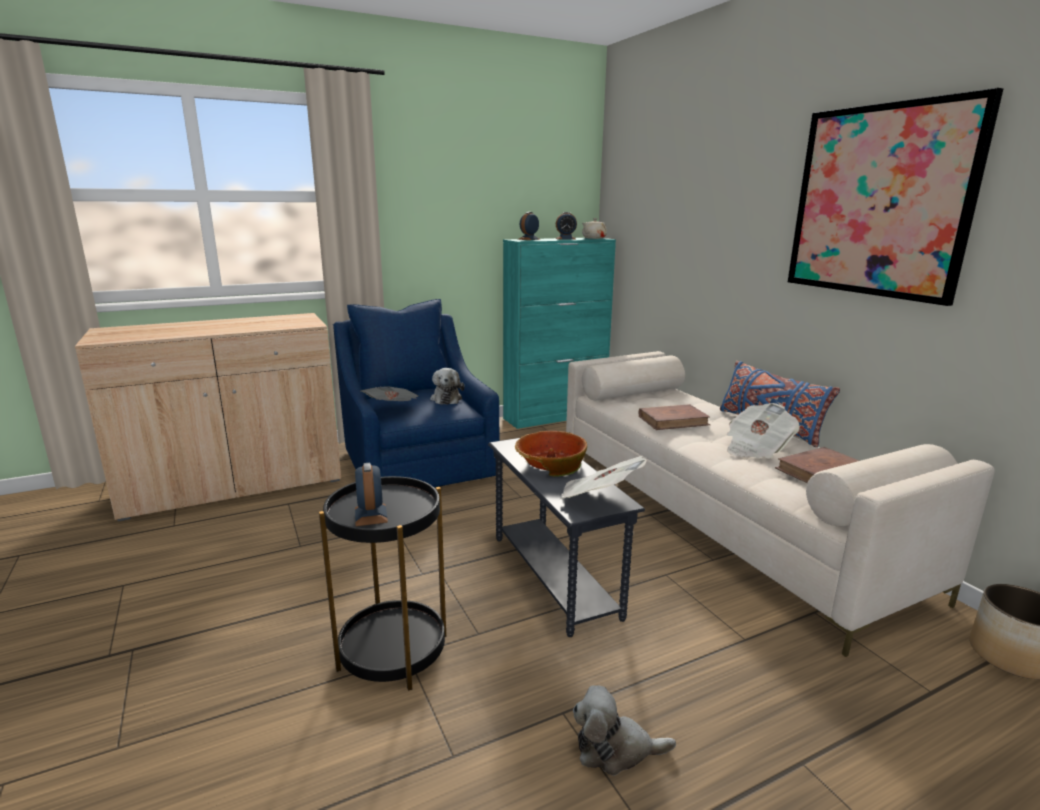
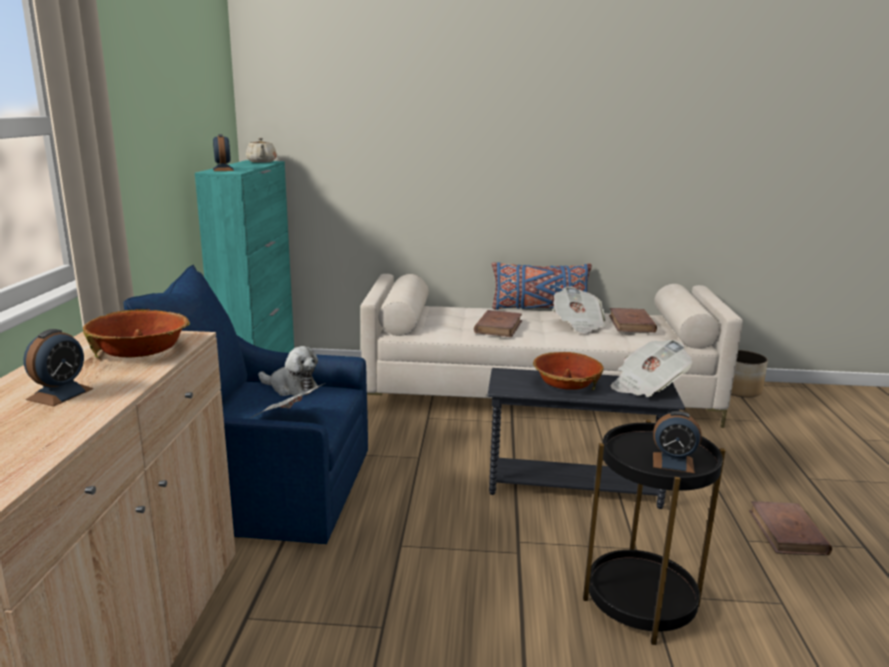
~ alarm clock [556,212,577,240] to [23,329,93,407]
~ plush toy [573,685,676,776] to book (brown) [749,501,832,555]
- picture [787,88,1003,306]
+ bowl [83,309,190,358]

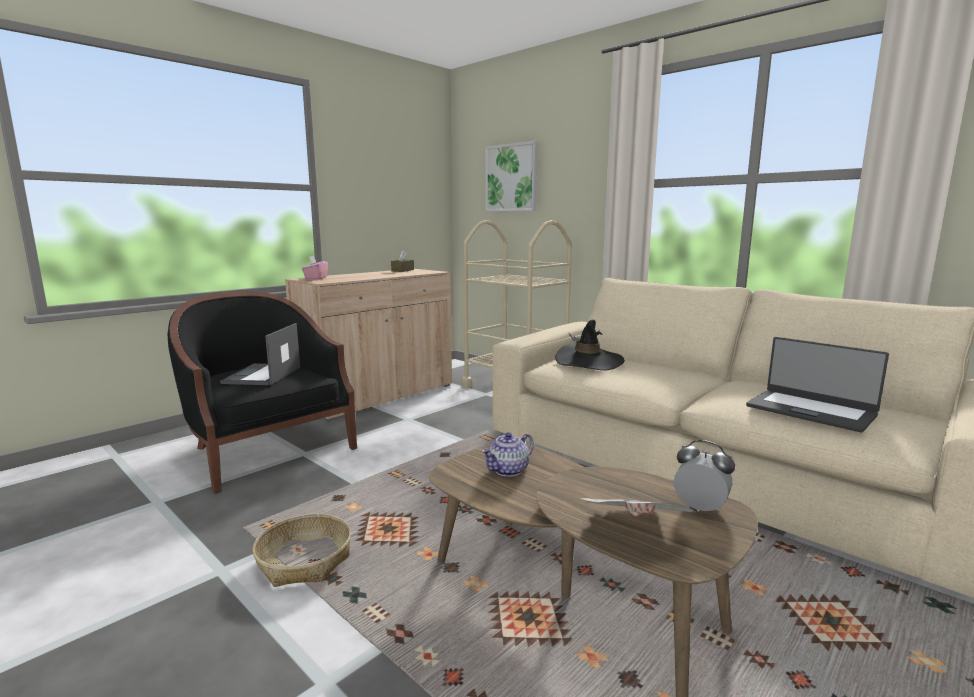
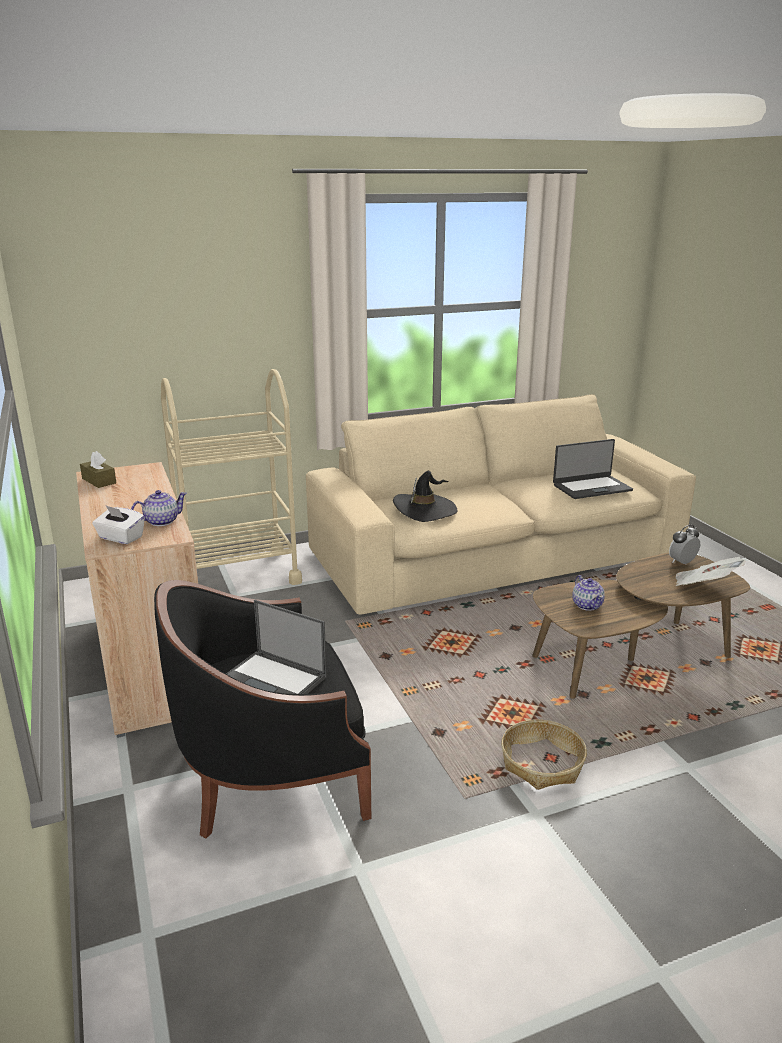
~ tissue box (pink) [302,256,328,280] to tissue box (white) [92,506,145,544]
- picture [485,141,538,211]
+ teapot [131,490,187,526]

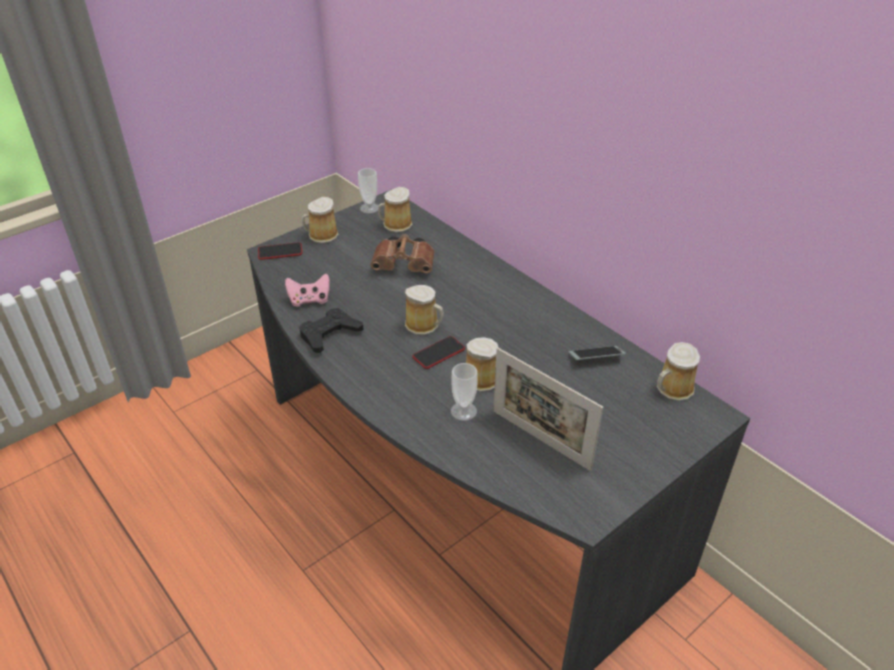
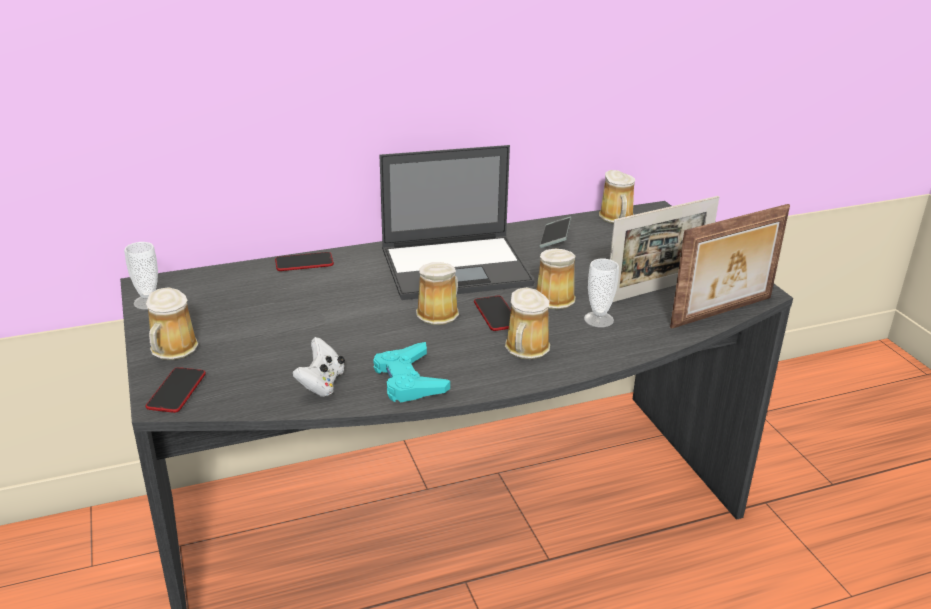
~ game controller (pink) [285,274,330,307] to game controller (white) [292,337,345,397]
~ game controller (black) [299,308,364,353] to game controller (turquoise) [373,342,450,402]
- binoculars (brown) [370,234,435,273]
~ mug [378,187,412,232] to [505,287,550,359]
+ phone [275,252,334,271]
+ laptop [379,145,535,300]
+ picture frame [670,204,790,329]

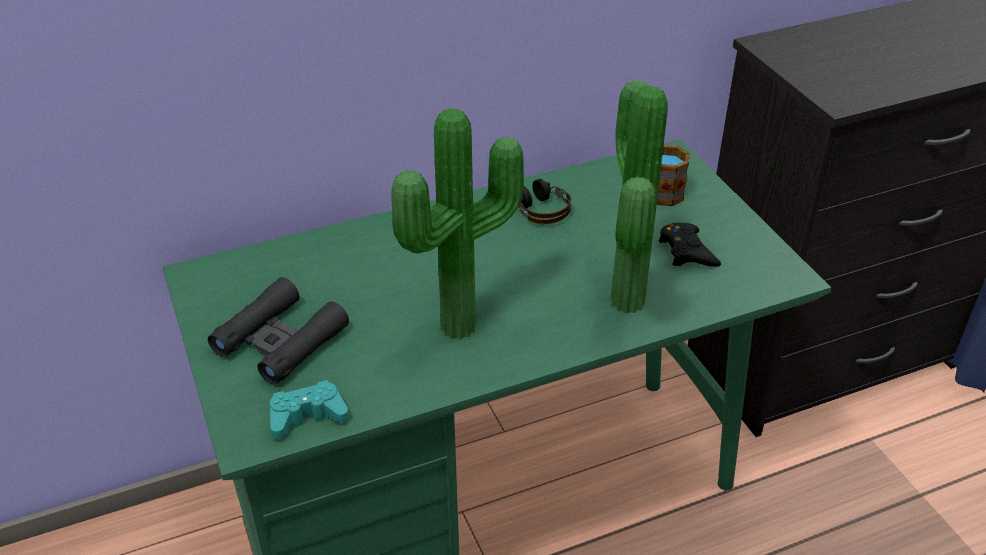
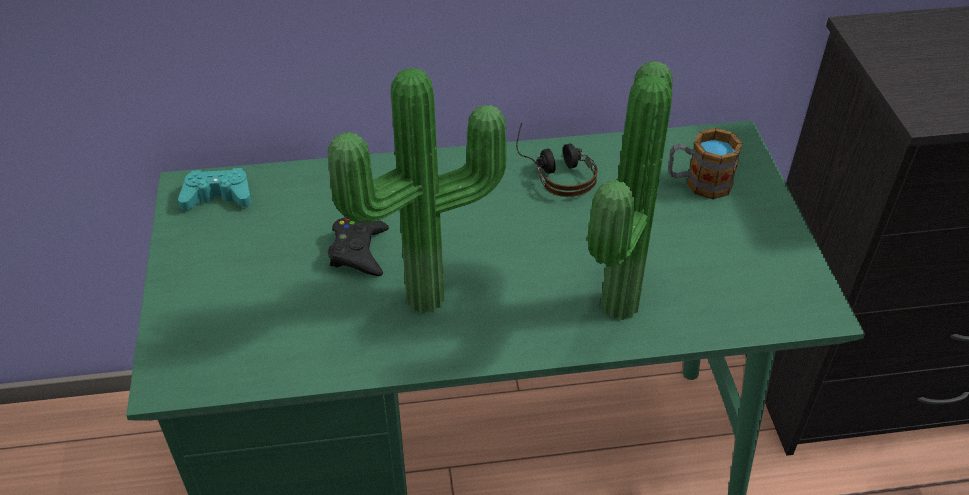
- binoculars (black) [208,277,349,385]
~ game controller (turquoise) [270,380,349,439] to [178,168,251,210]
~ game controller (black) [659,223,721,266] to [328,217,389,276]

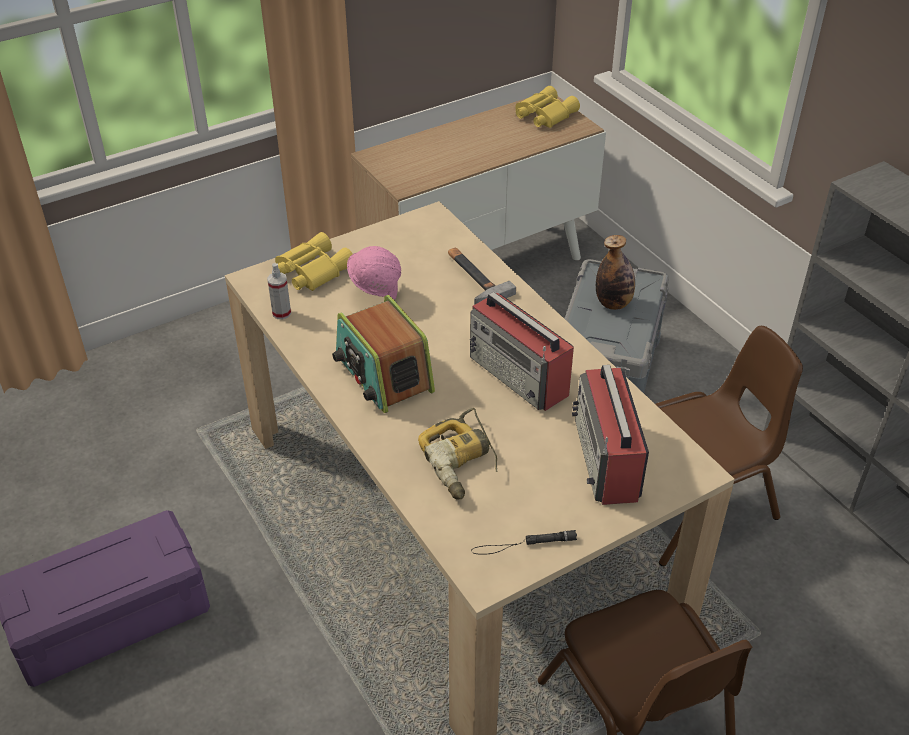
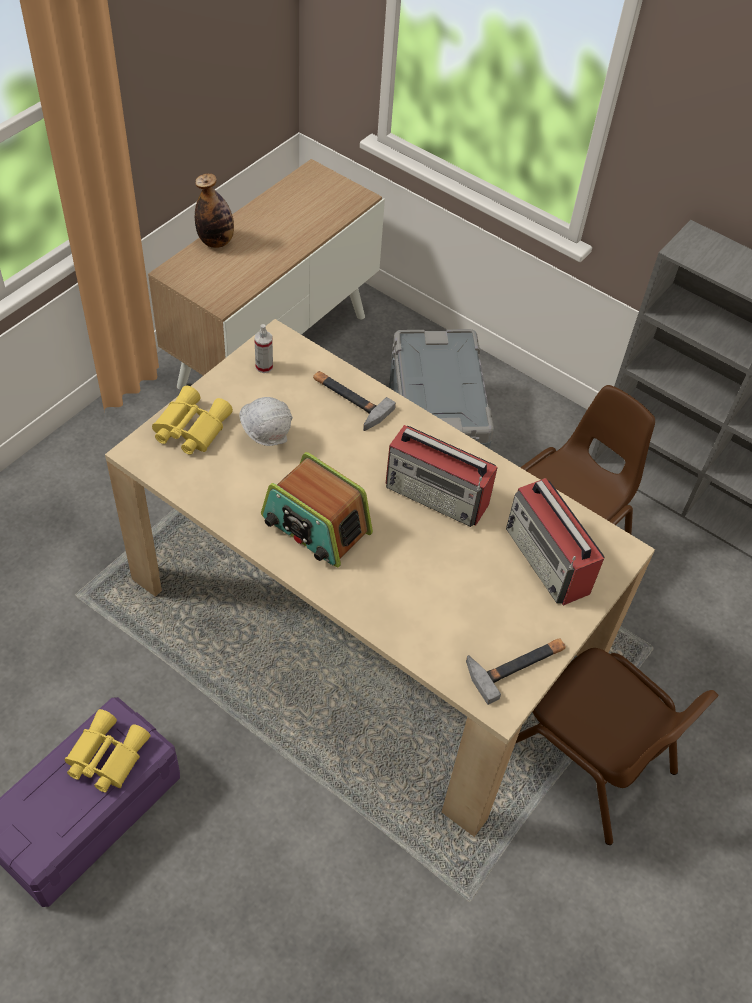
~ spray bottle [267,263,291,319] to [254,324,273,373]
~ hard hat (pink) [347,246,401,300] to hard hat (white) [239,397,293,446]
- power drill [418,408,498,499]
~ flashlight (black) [471,530,577,555] to hammer [466,638,566,705]
~ binoculars (yellow) [515,86,580,128] to [64,709,150,792]
~ bottle [596,235,635,310] to [195,173,234,248]

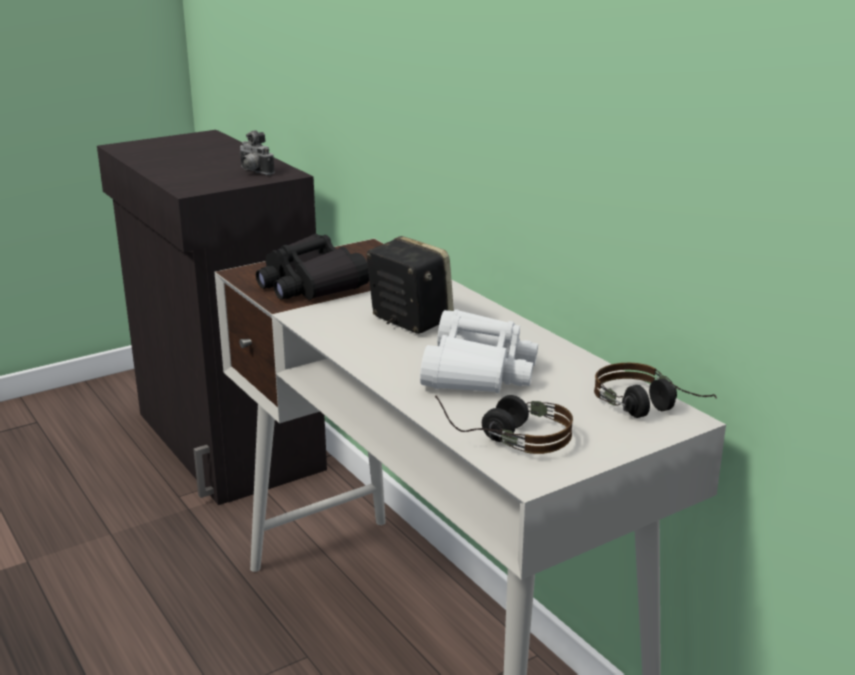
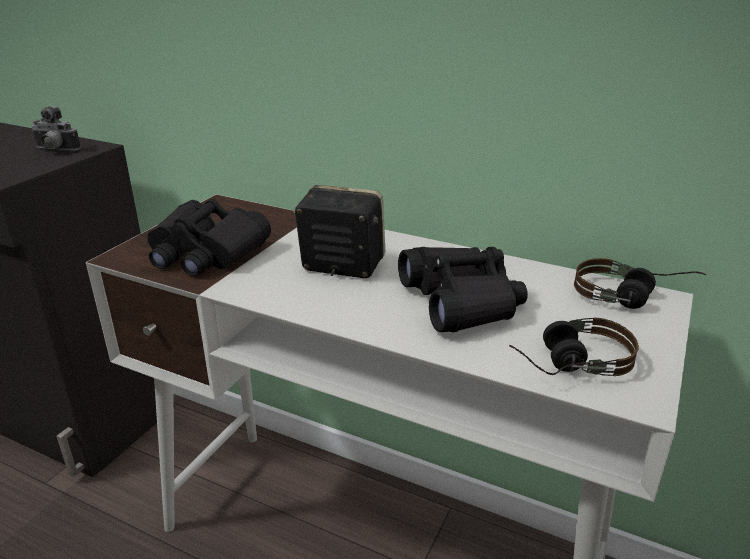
~ binoculars (white) [420,309,538,393] to binoculars (black) [398,247,528,332]

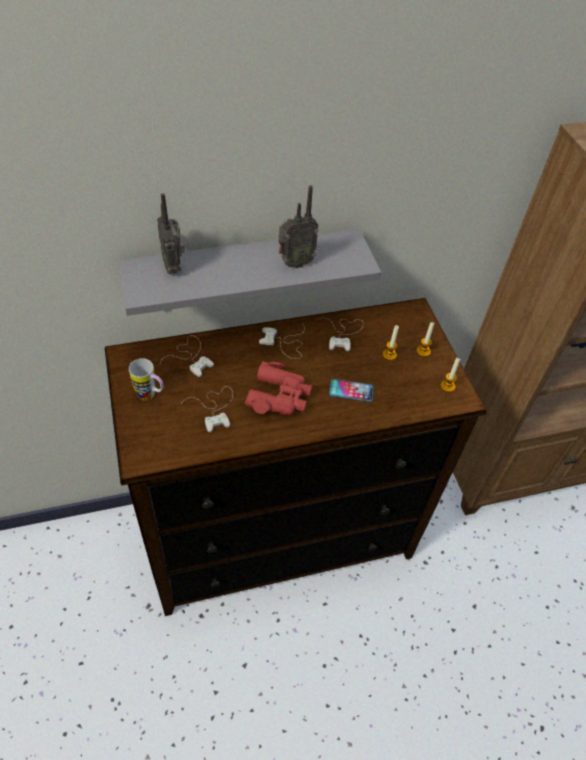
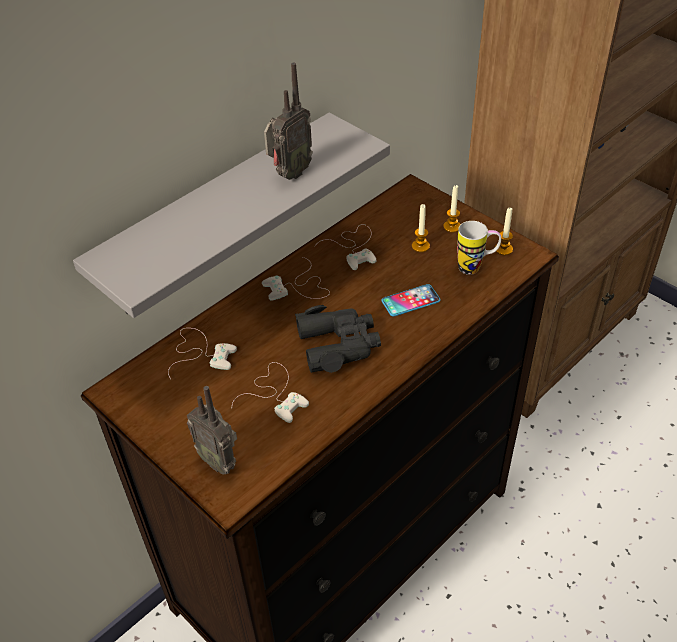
~ mug [129,358,163,401] to [457,221,501,275]
~ radio [157,193,185,274] to [187,386,237,474]
~ binoculars (red) [245,361,312,415] to binoculars (black) [295,305,381,373]

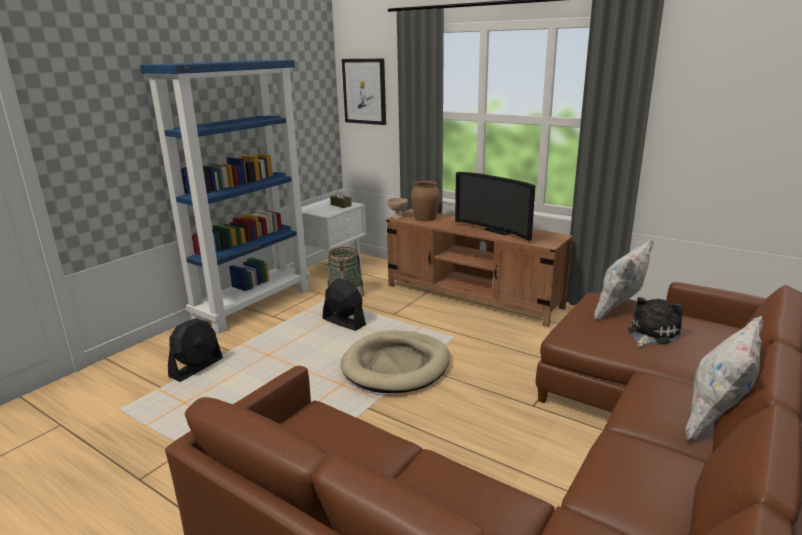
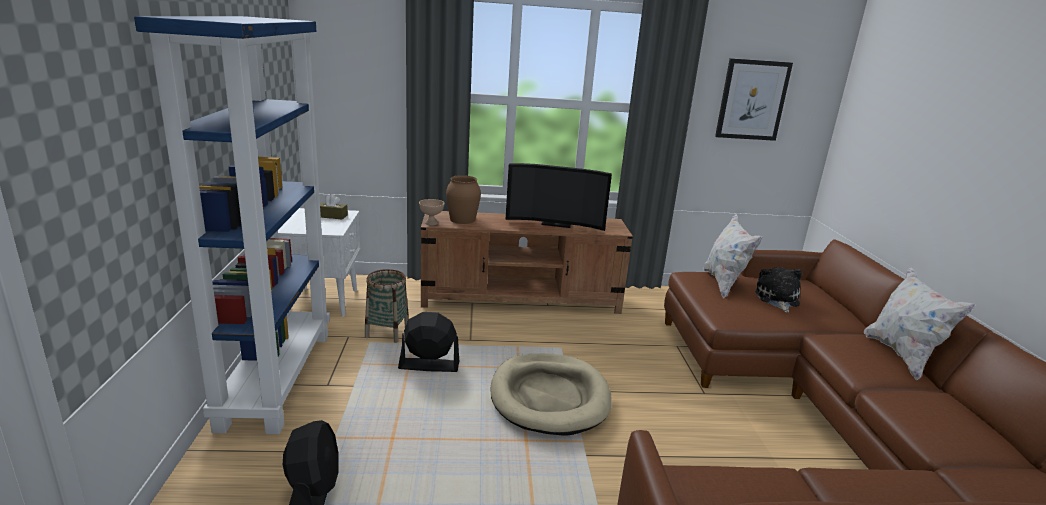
~ picture [342,58,386,125] to [715,58,793,141]

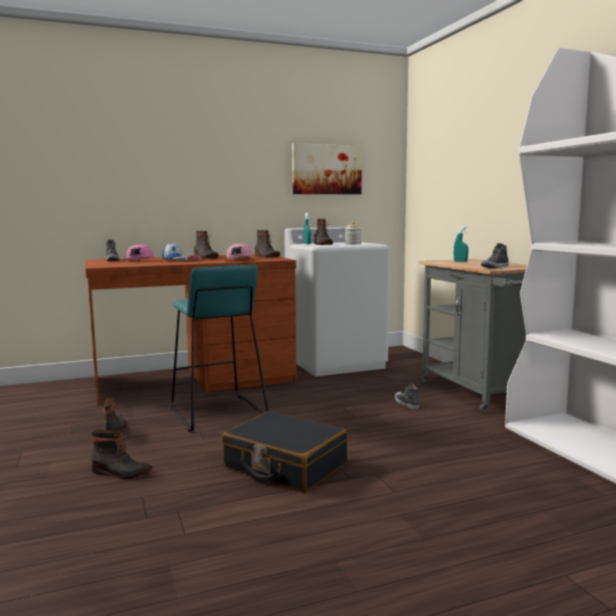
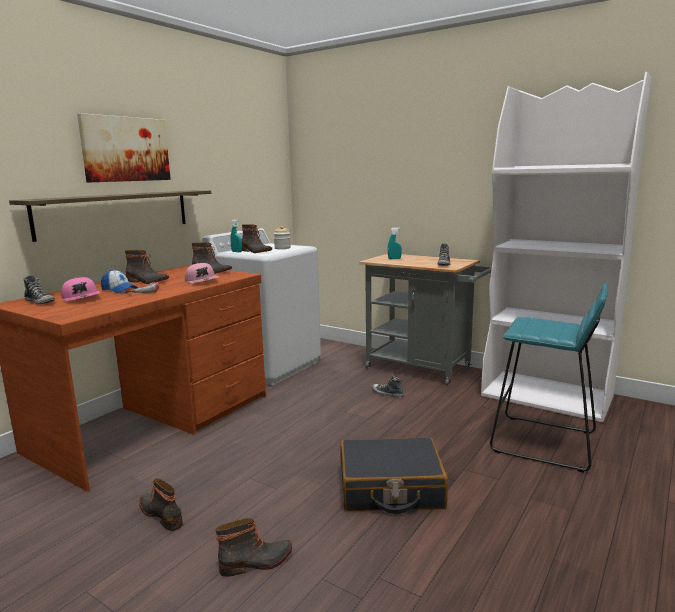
~ stool (turquoise) [171,265,269,432] to [490,284,608,473]
~ picture [292,143,362,194] to [77,113,171,182]
+ shelf [9,190,211,242]

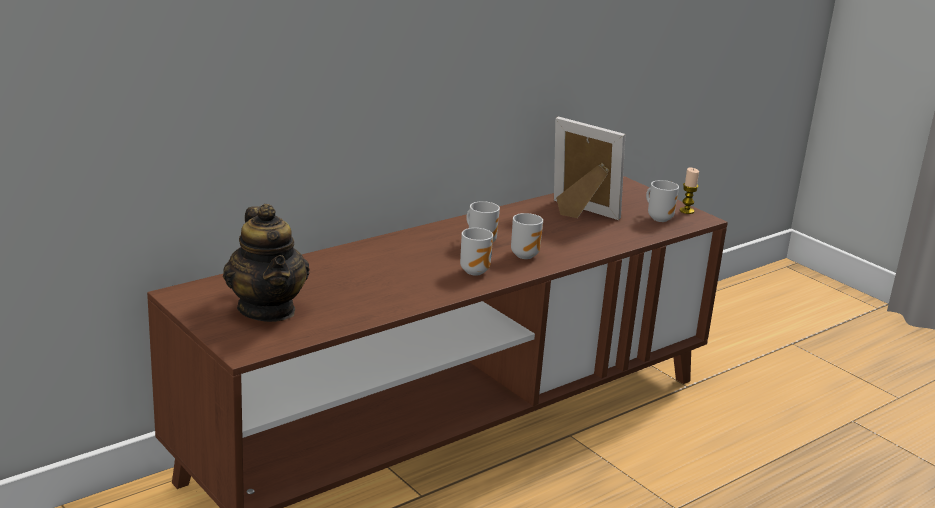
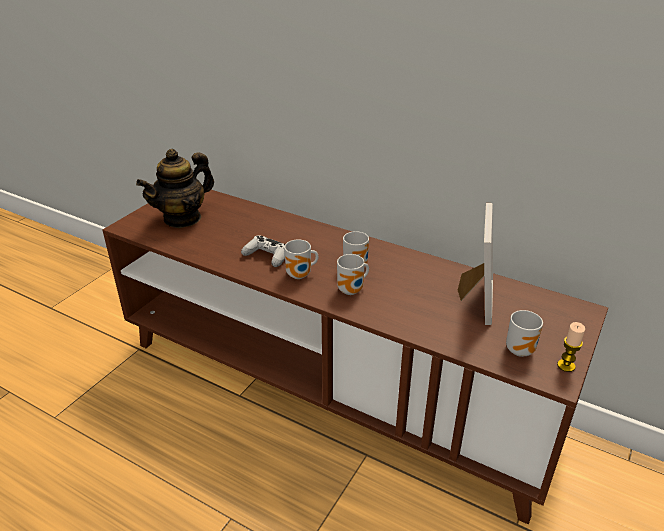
+ game controller (white) [241,236,285,267]

